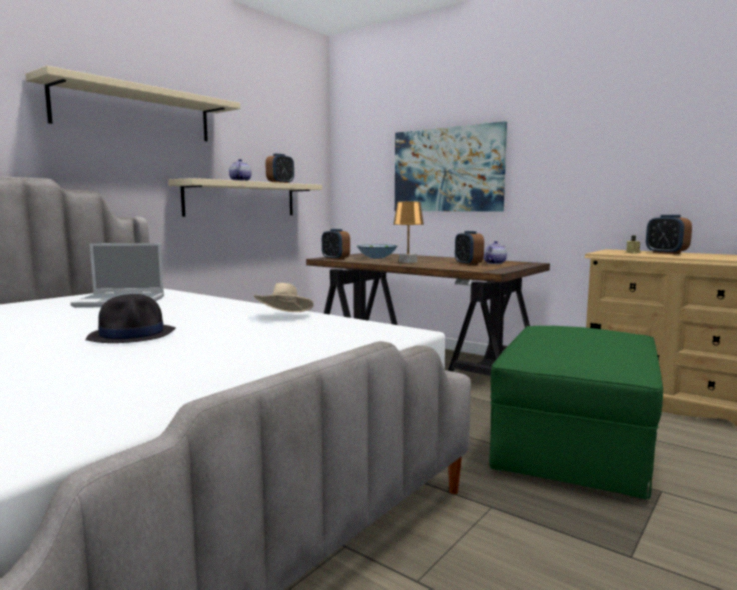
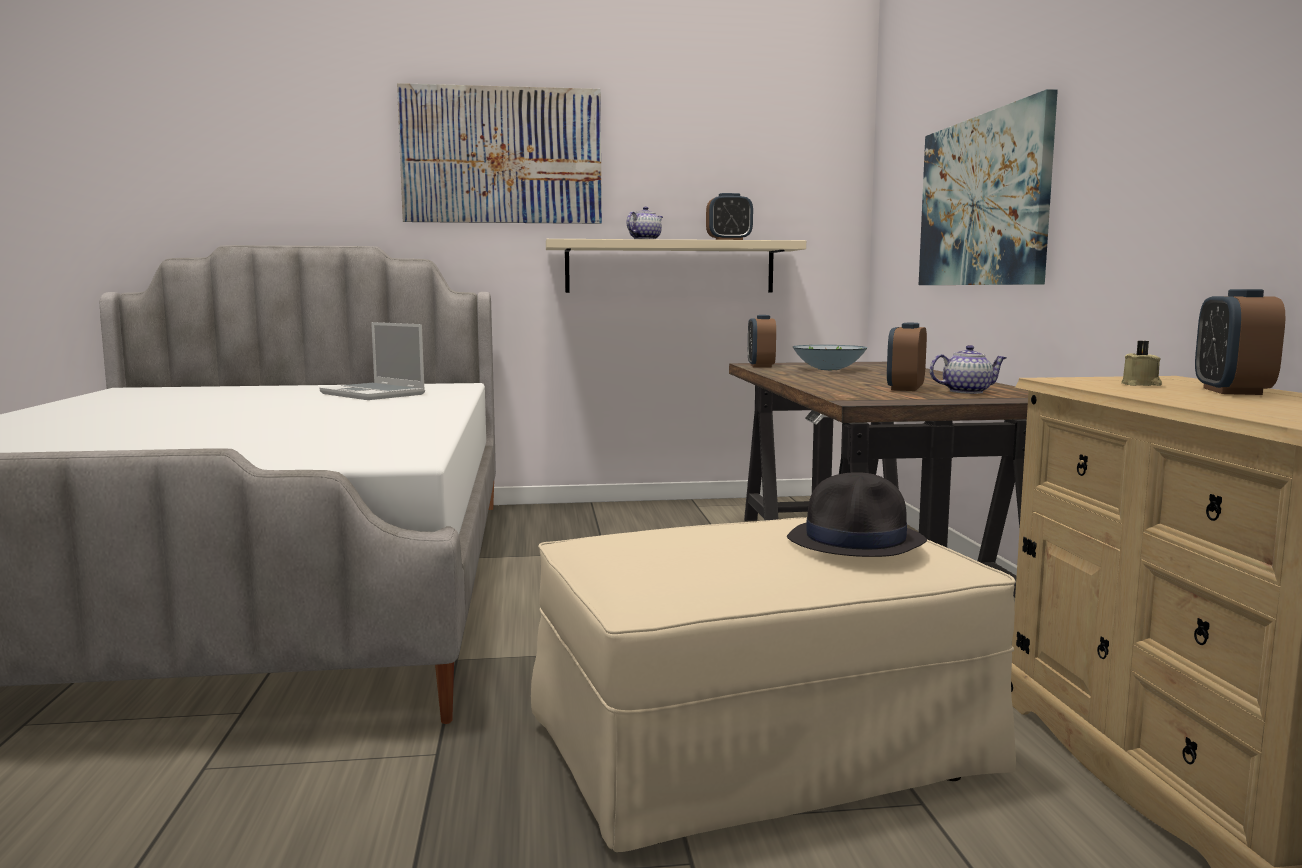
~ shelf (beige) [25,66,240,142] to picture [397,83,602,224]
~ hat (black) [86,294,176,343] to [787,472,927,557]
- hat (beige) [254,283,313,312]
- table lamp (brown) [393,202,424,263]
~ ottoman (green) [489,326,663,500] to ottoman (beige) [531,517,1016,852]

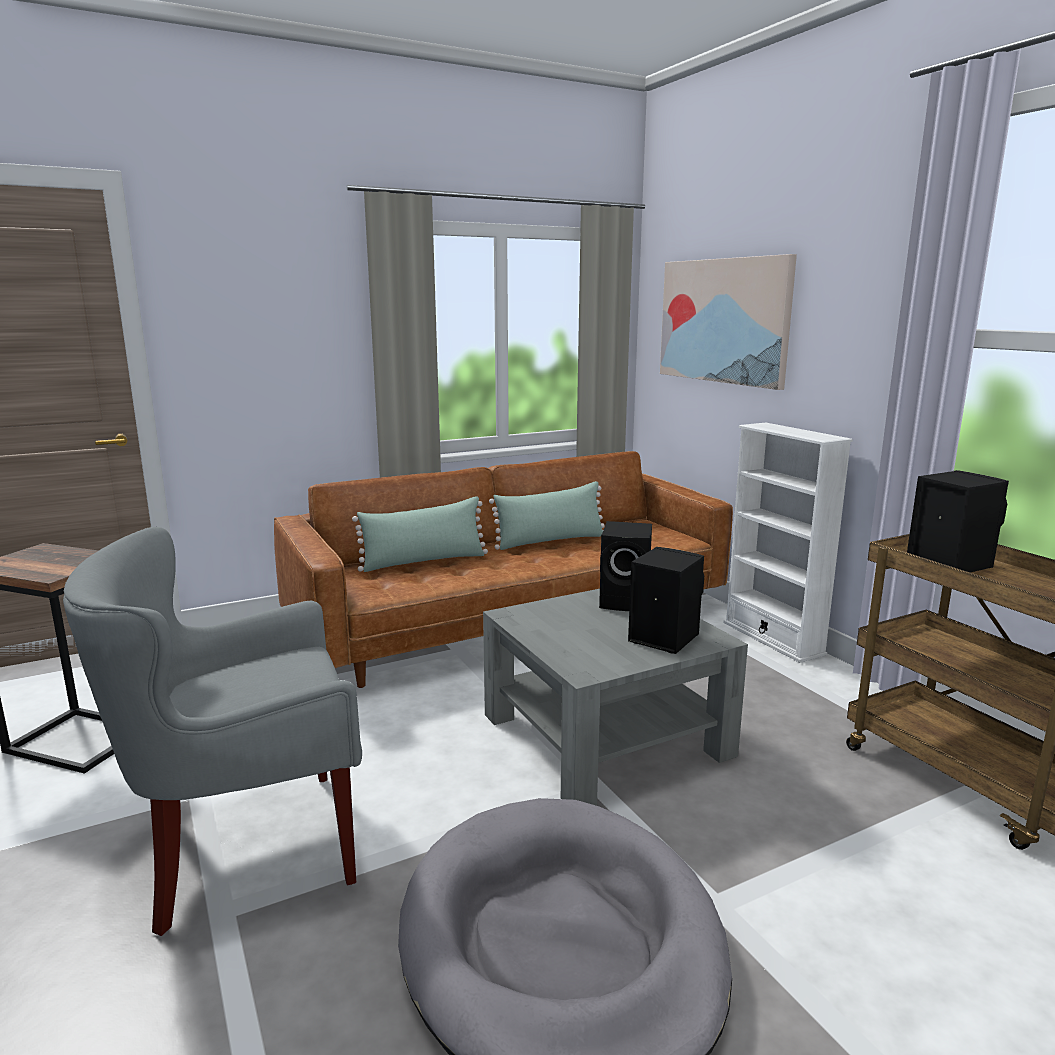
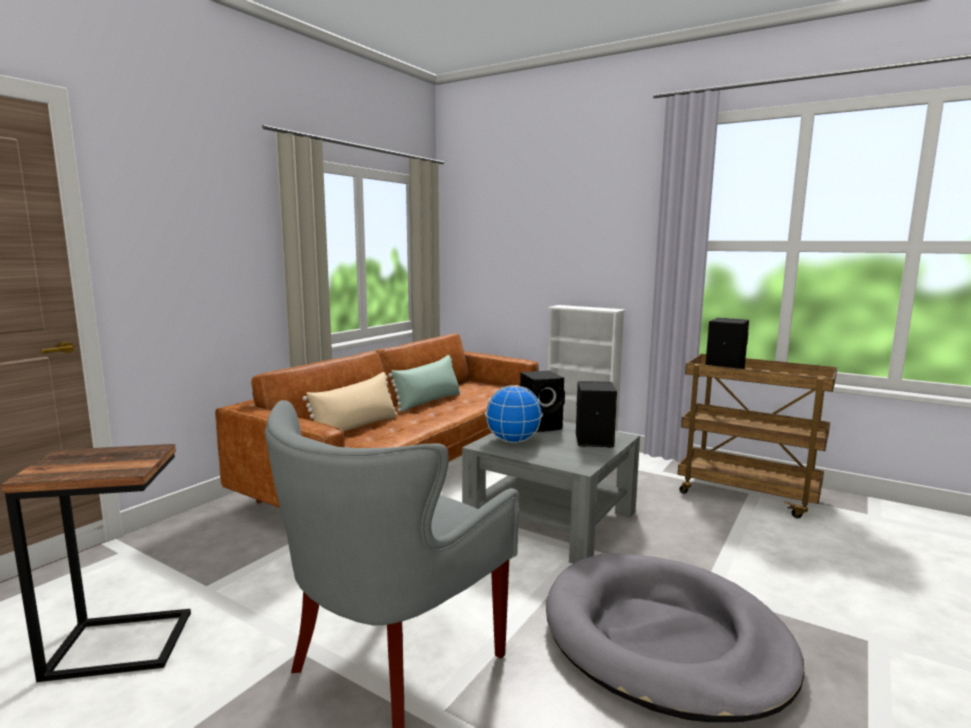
~ pillow (green) [352,496,488,572] to pillow (beige) [303,372,397,432]
- picture [660,254,797,390]
+ globe [485,385,543,443]

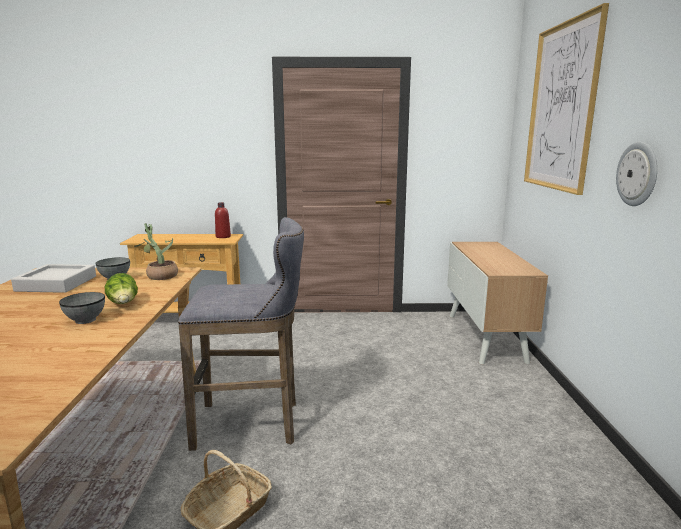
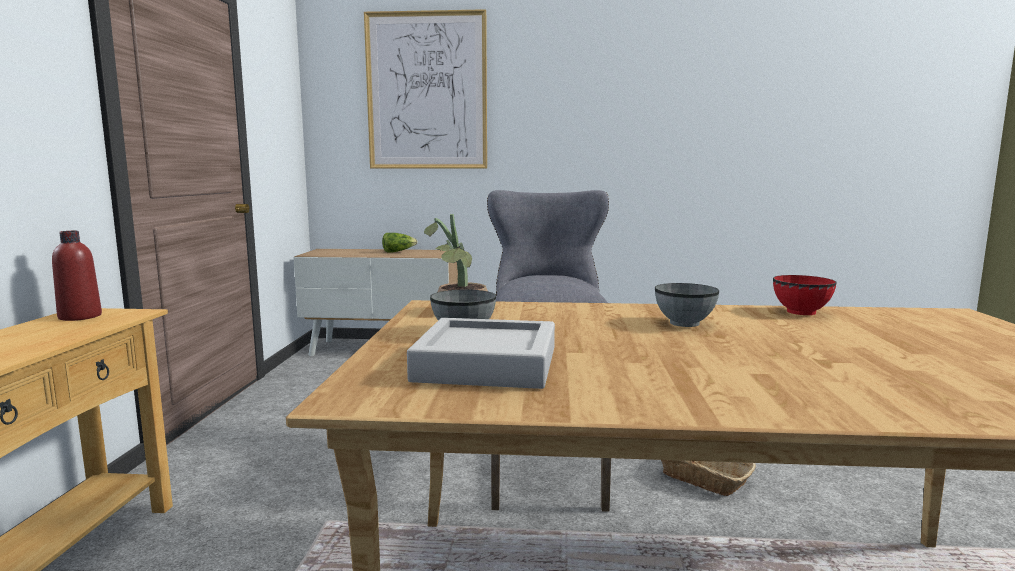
~ lettuce [105,273,138,304] to [382,233,418,253]
- wall clock [616,142,657,206]
+ bowl (red) [773,275,837,315]

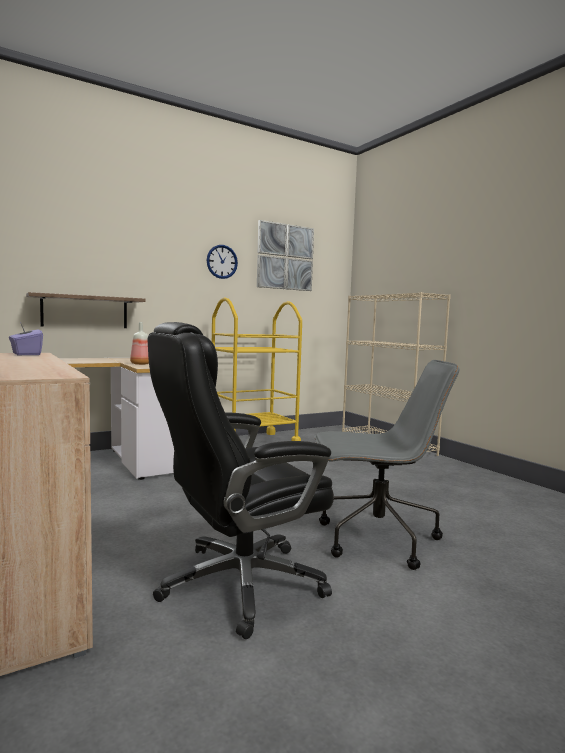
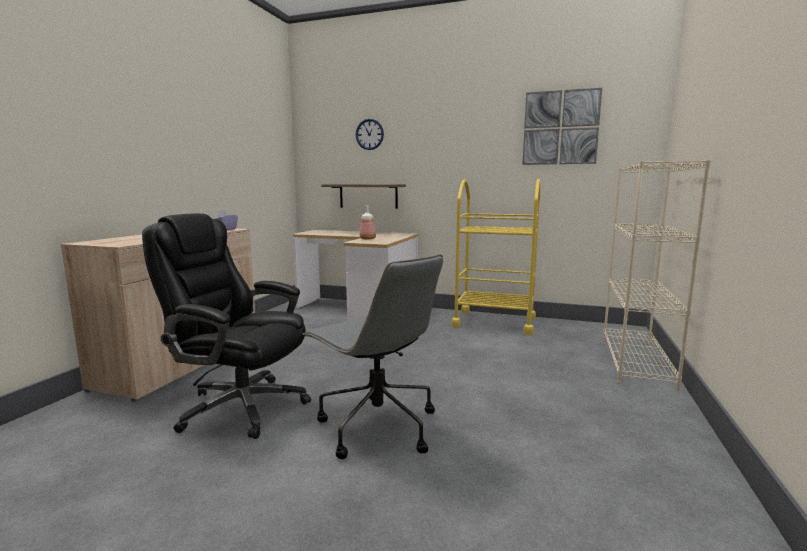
~ wall clock [207,245,238,279] to [356,119,384,150]

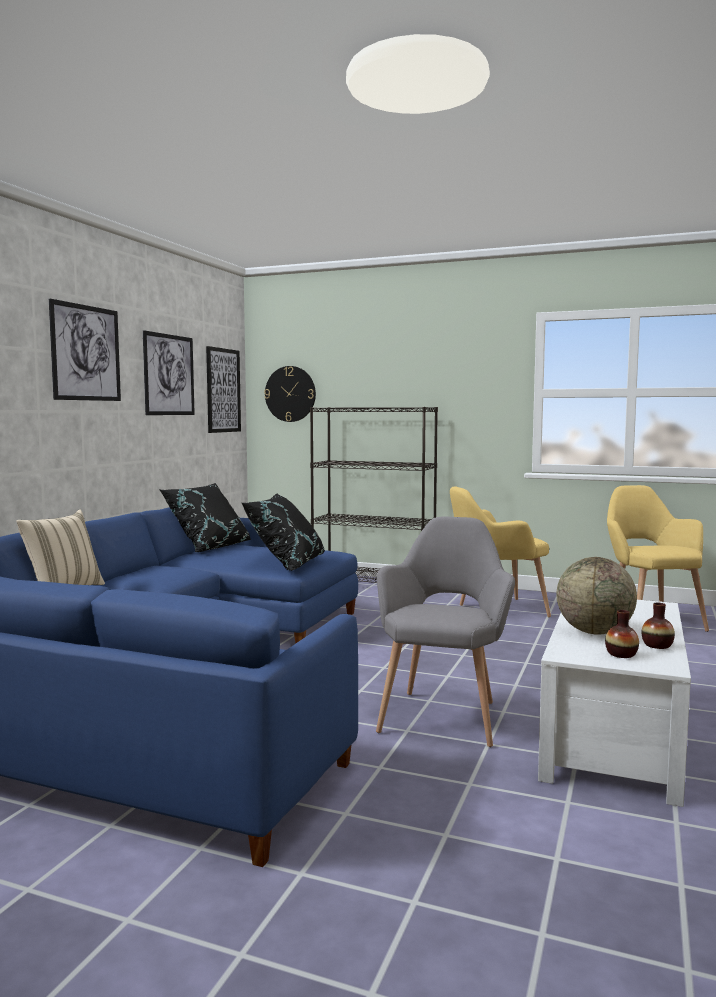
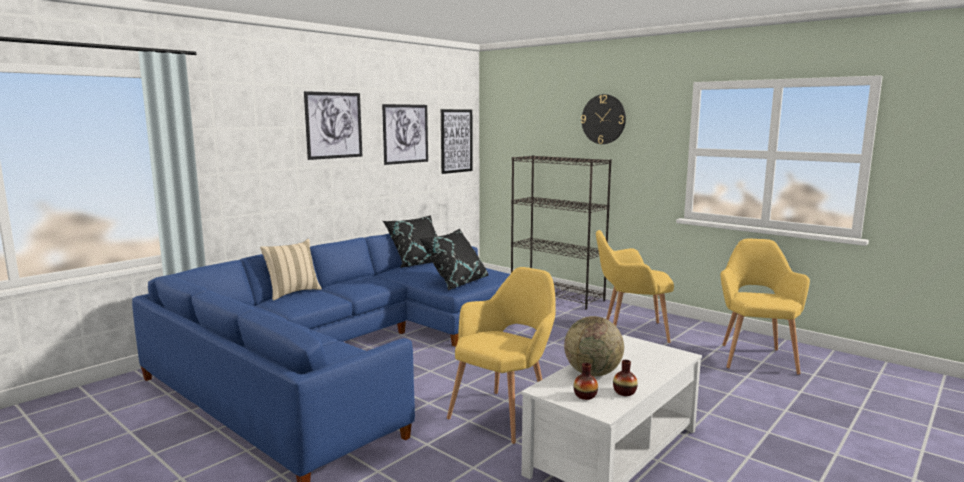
~ wall clock [264,366,316,422] to [581,94,626,144]
~ armchair (grey) [376,517,515,747] to armchair (yellow) [447,267,556,444]

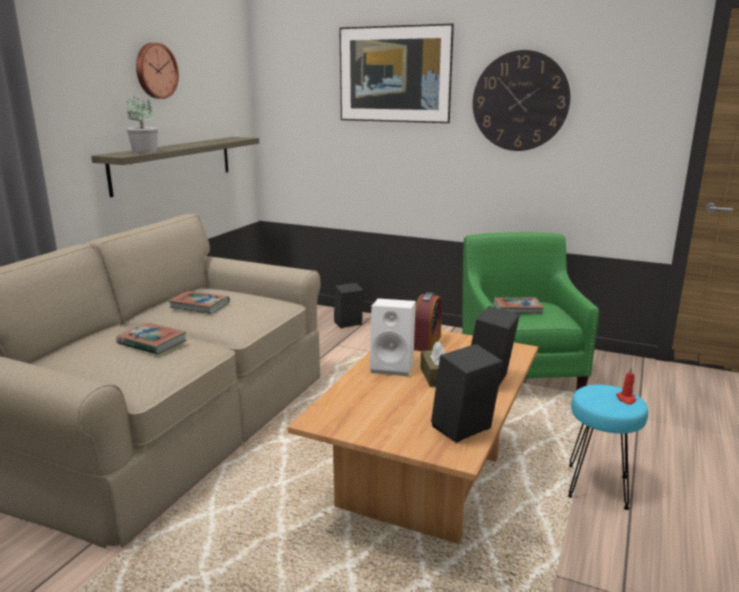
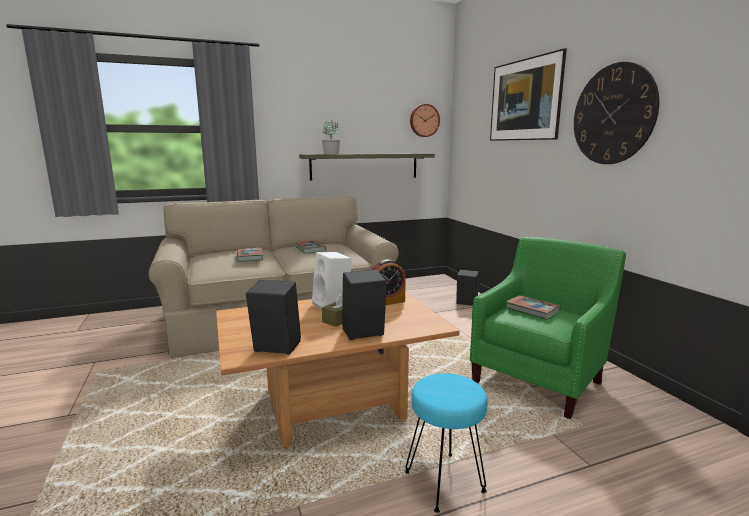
~ wall clock [136,43,179,99] to [410,104,440,137]
- candle (red) [616,367,636,405]

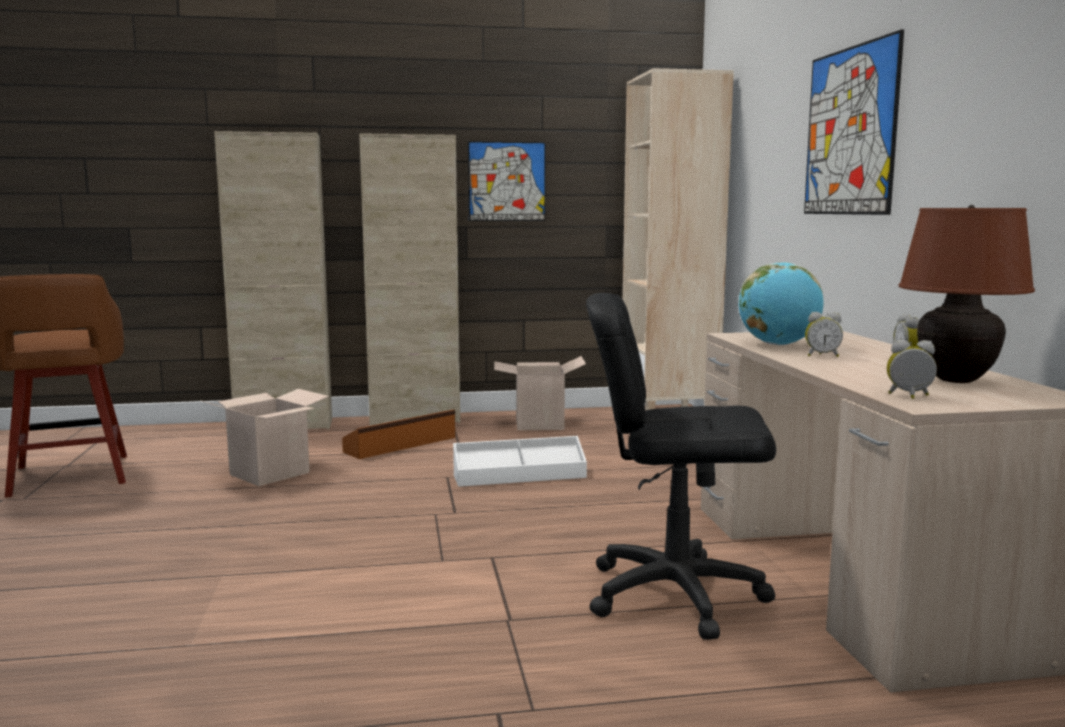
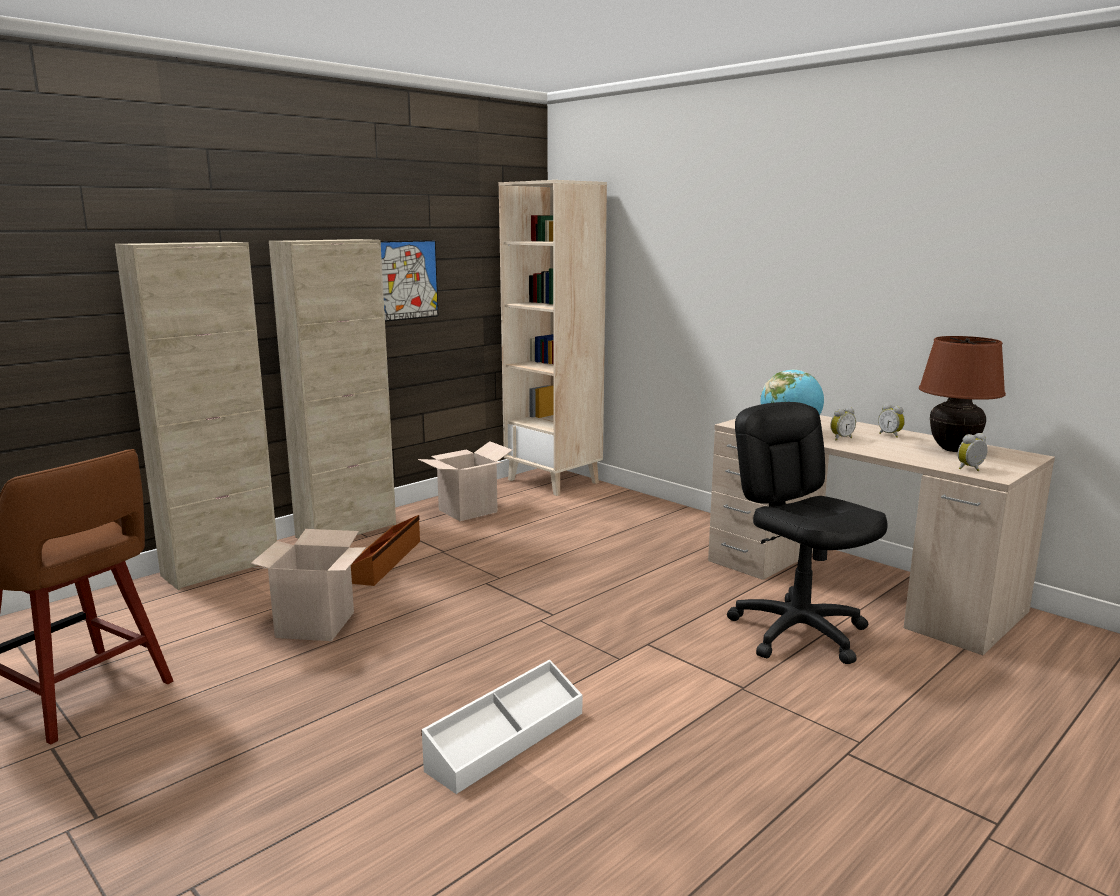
~ storage box (white) [453,436,587,487] to [421,659,582,794]
~ office chair (black) [586,293,776,640] = [727,402,888,664] 90 degrees clockwise
- picture [804,29,904,215]

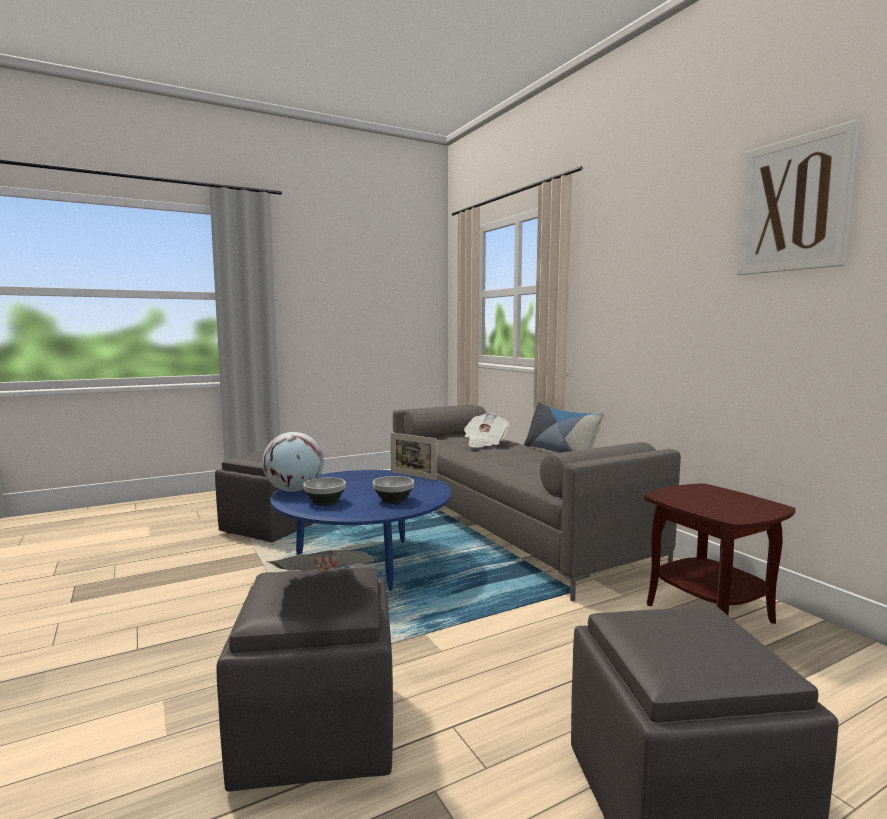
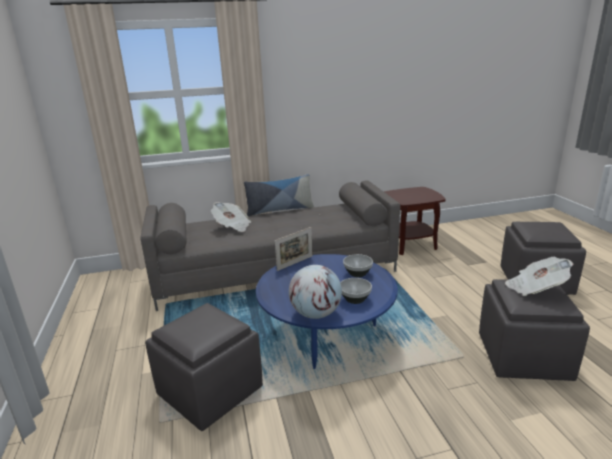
- picture [737,120,859,275]

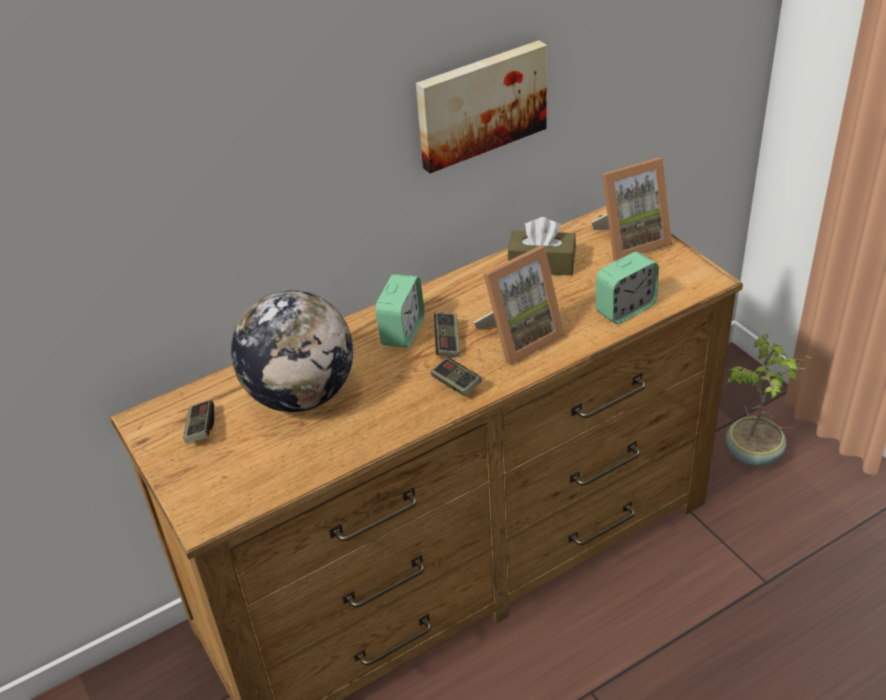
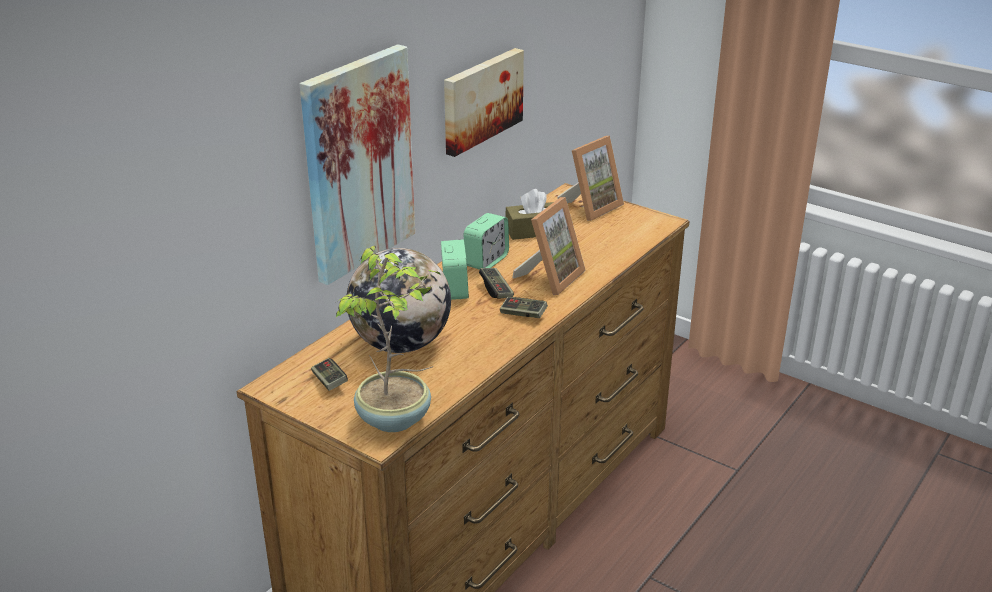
~ alarm clock [596,252,659,324] to [463,213,509,270]
~ potted plant [726,334,814,466] to [336,246,440,432]
+ picture [300,44,415,285]

